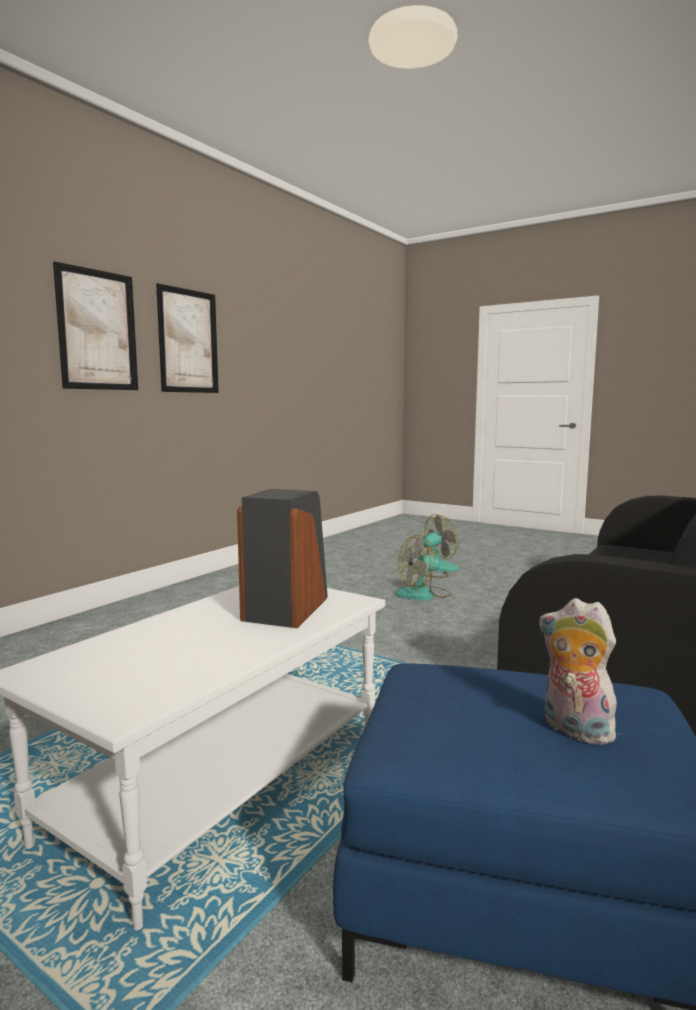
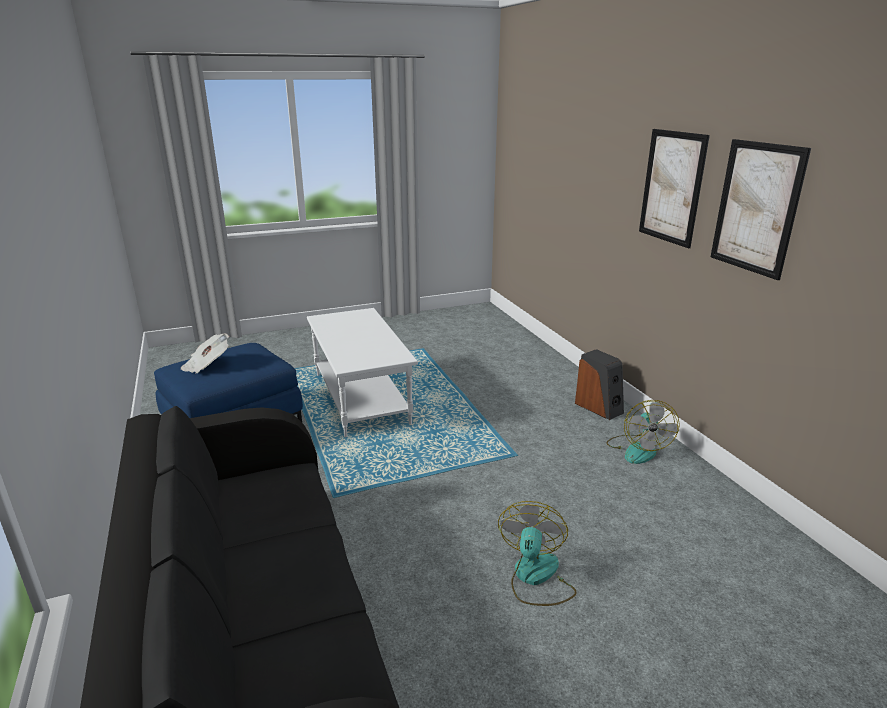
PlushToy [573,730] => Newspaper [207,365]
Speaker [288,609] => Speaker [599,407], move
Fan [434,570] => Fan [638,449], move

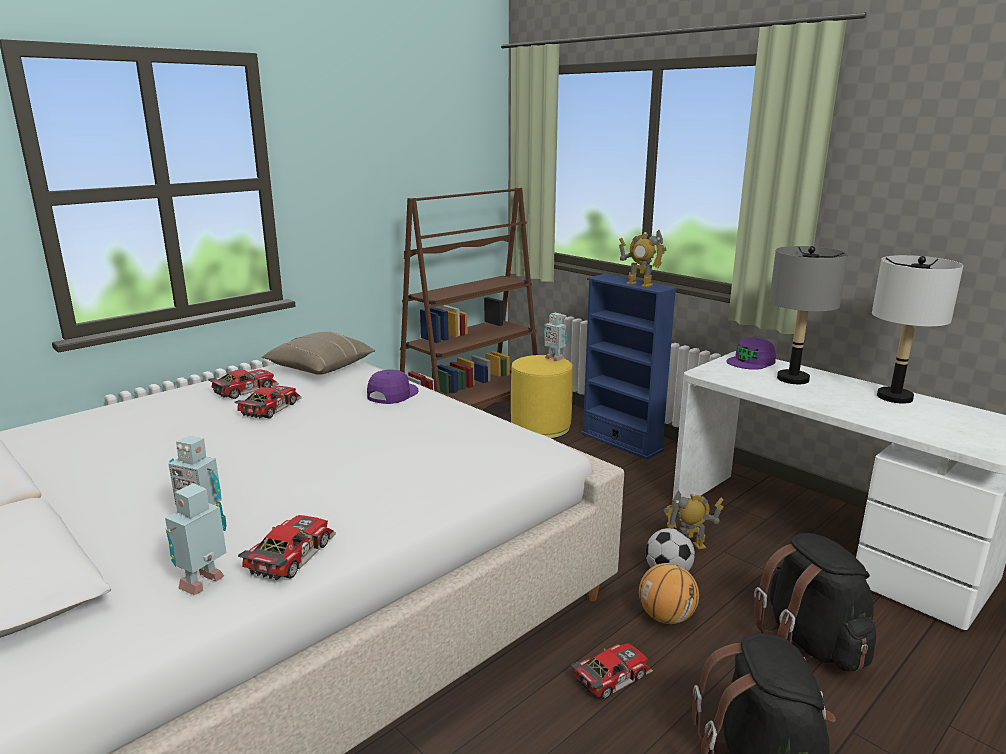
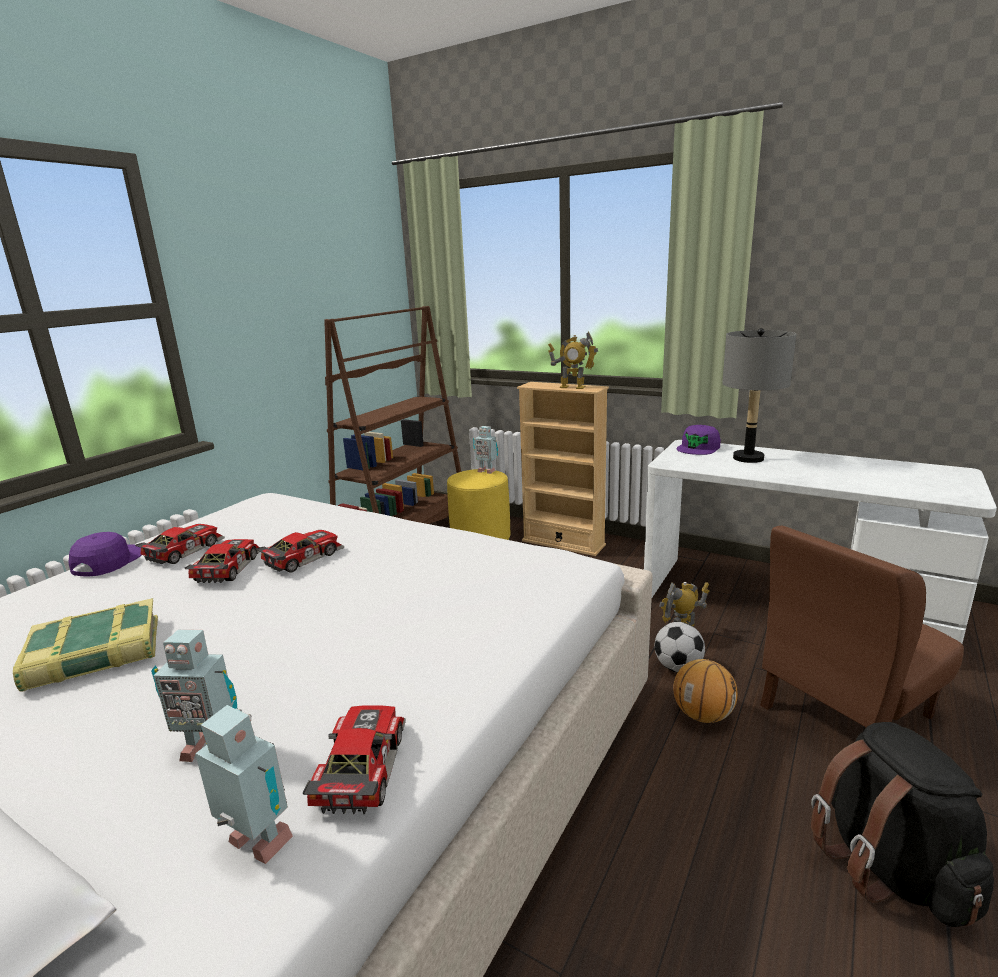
nothing => Book [95,654]
PurpleCap [392,394] => PurpleCap [107,561], move
ToyRobot [205,583] => ToyRobot [258,846], 105 degrees clockwise
ToyCar [610,675] => ToyCar [302,557], move
BlueBookcase [621,442] => BeigeBookcase [563,543]
BlackBackpack [810,643] => BrownChair [843,710]
BeigePillow [320,368] => nothing
GreyTableLamp [894,397] => nothing

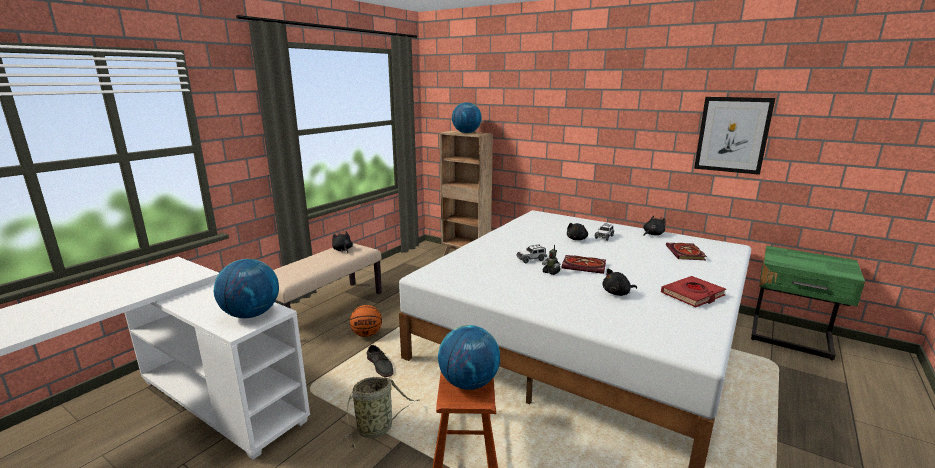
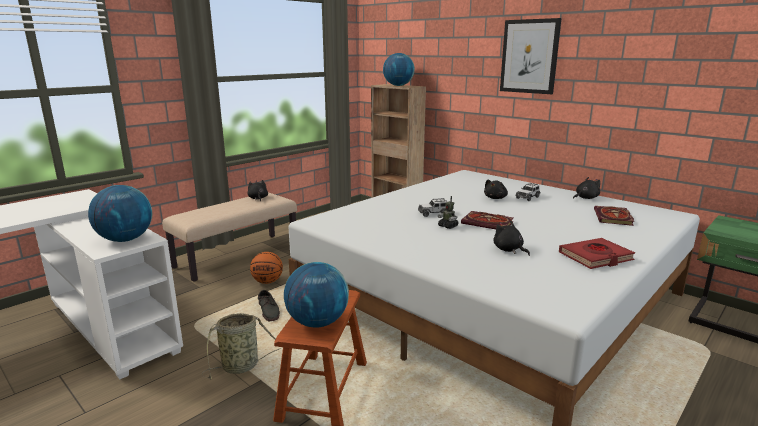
BlackPlushToy [617,293] => BlackPlushToy [509,250], 60 degrees clockwise
Picture [732,135] => Picture [529,56], move

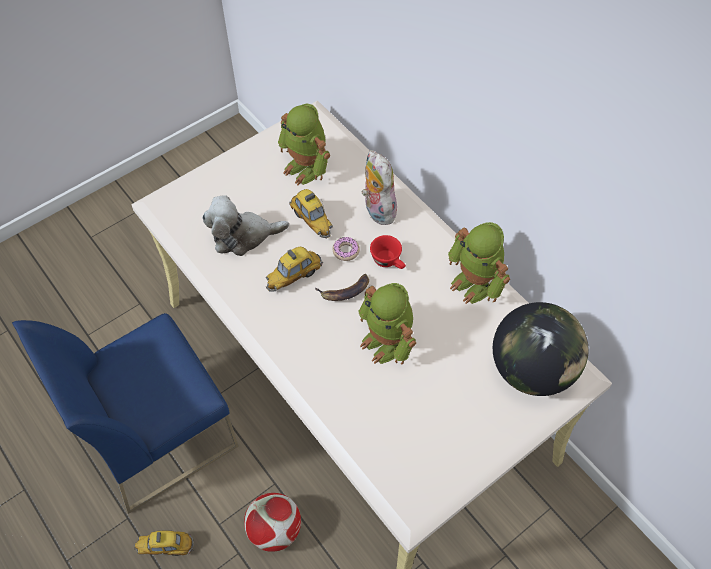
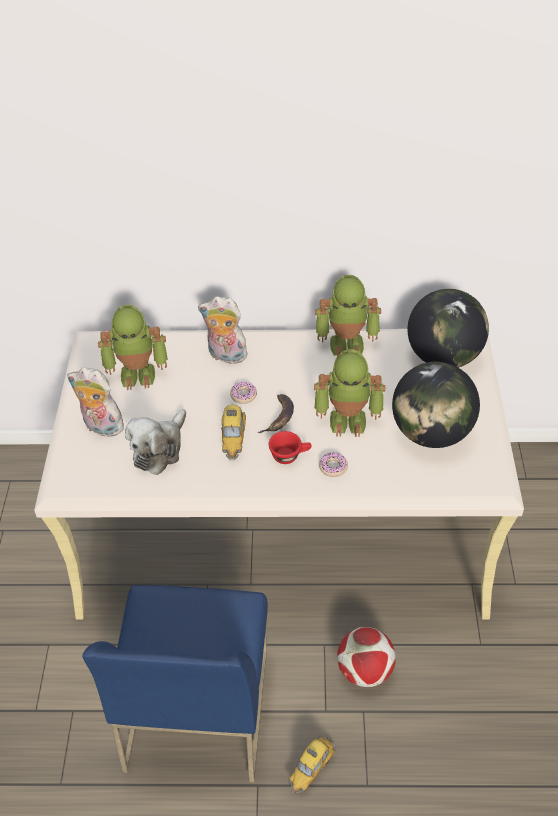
nothing => PlushToy [101,427]
RedCup [389,261] => RedCup [290,455], move
nothing => Donut [333,467]
nothing => Globe [431,432]
ToyCar [311,220] => nothing

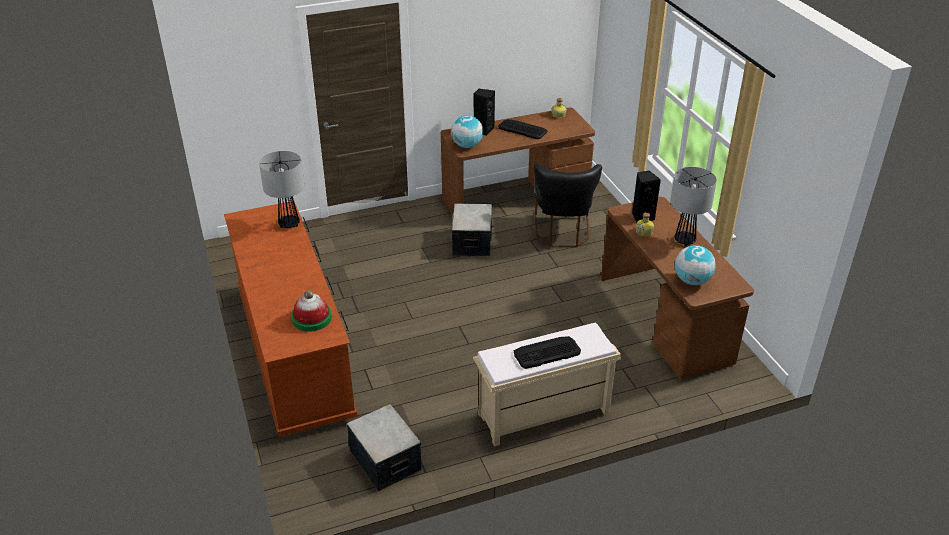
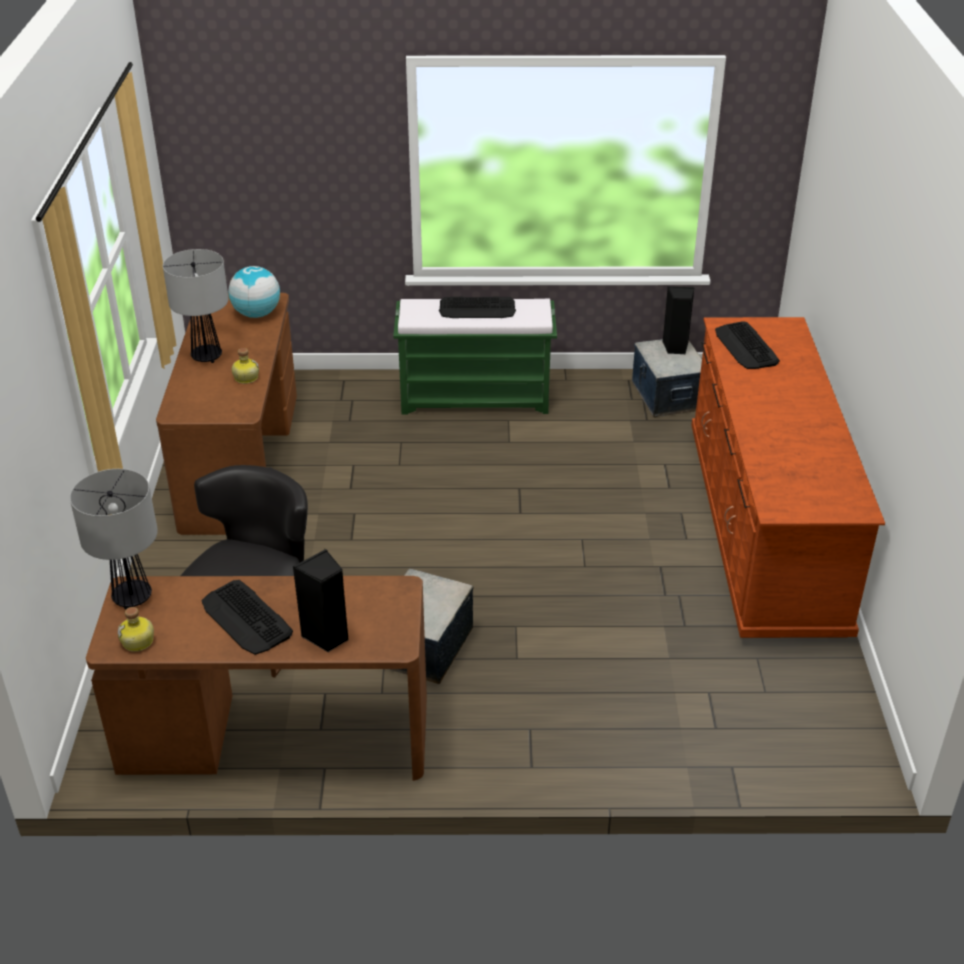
TableLamp [289,224] => TableLamp [133,597], move
BeigeBench [542,415] => GreenBench [476,398]
BlackSpeaker [642,217] => BlackSpeaker [675,347], move
Hat [311,318] => Keyboard [746,347]
Globe [467,145] => nothing

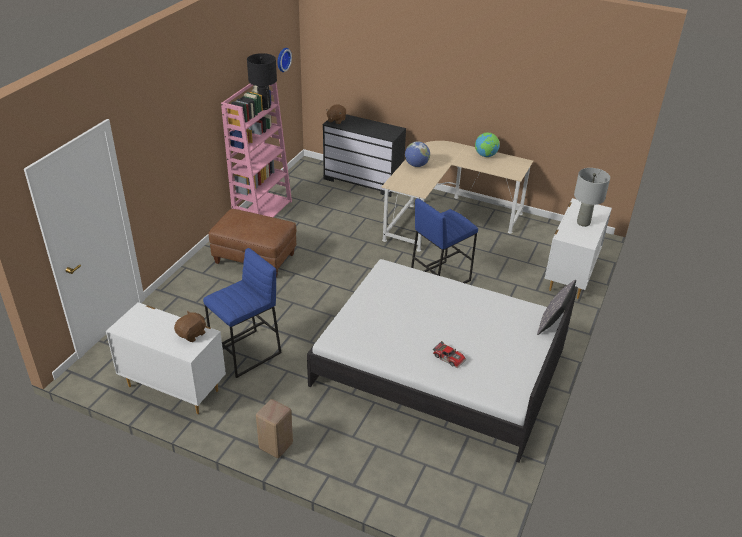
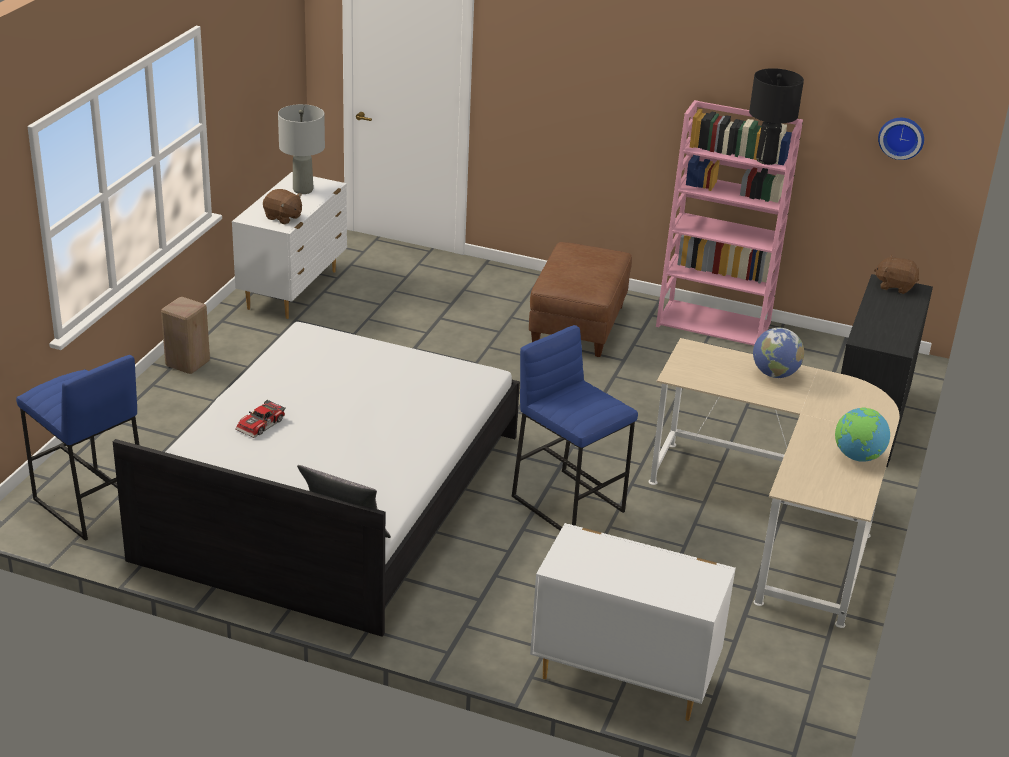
BlueStool [246,354] => BlueStool [89,504], move
GreyTableLamp [583,223] => GreyTableLamp [303,190], move

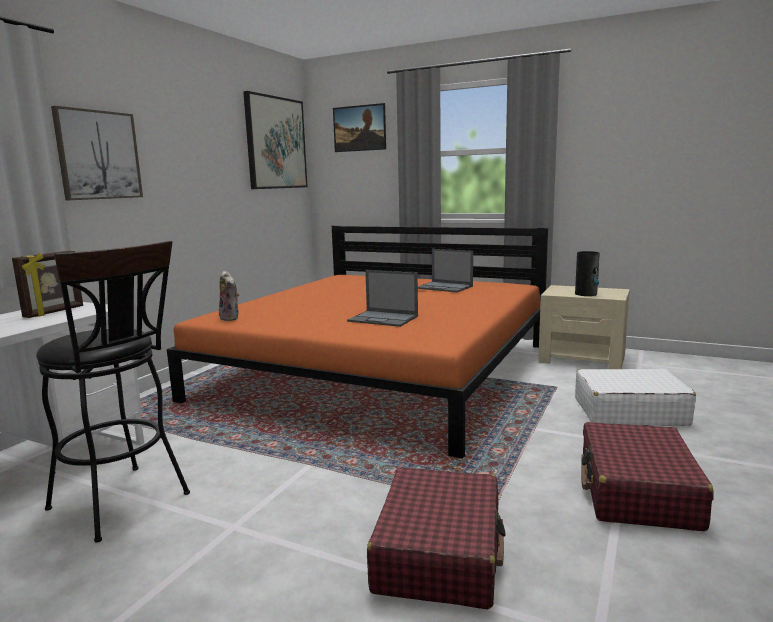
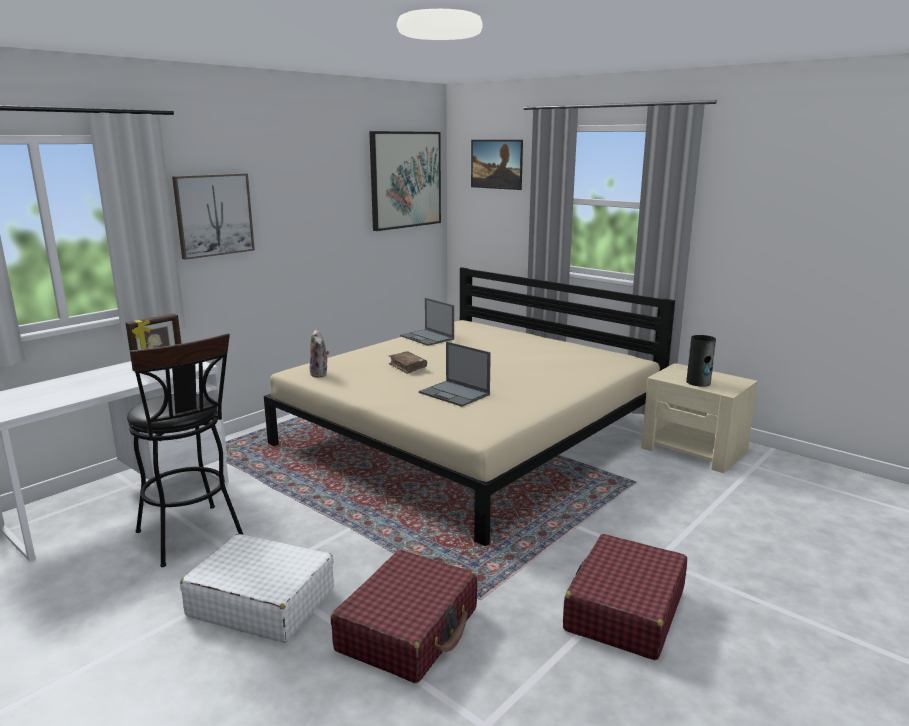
WhiteSuitcase [629,411] => WhiteSuitcase [261,602], move
OrangeBed [381,371] => BeigeBed [471,436]
nothing => BrownBook [407,367]
Laptop [445,287] => Laptop [427,338], move

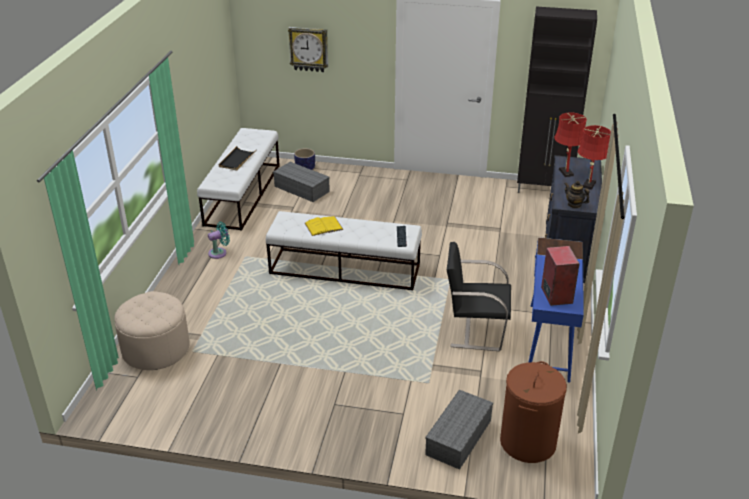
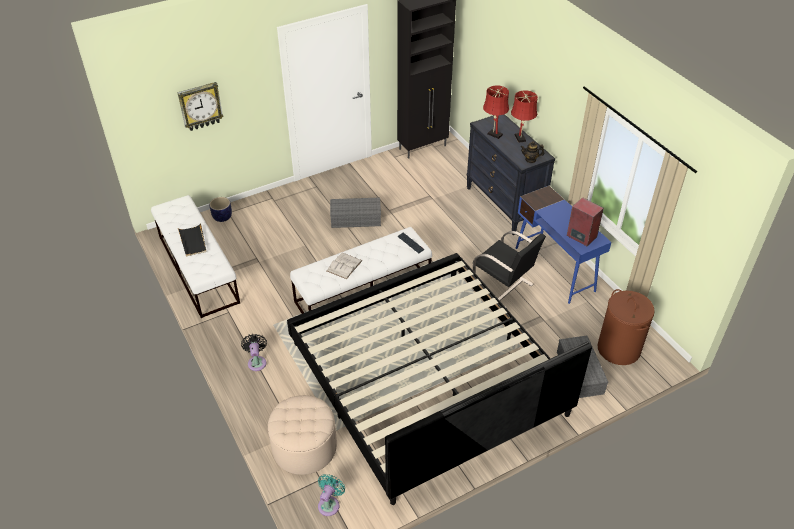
nothing => BlackFan [257,362]
nothing => Bed [426,379]
TurquoiseFan [219,253] => TurquoiseFan [330,504], move
YellowBook [323,226] => WhiteBook [344,266]
GreyStorageBox [302,189] => GreyStorageBox [356,218], move
BlackChair [475,330] => BlackChair [503,288], 105 degrees counterclockwise

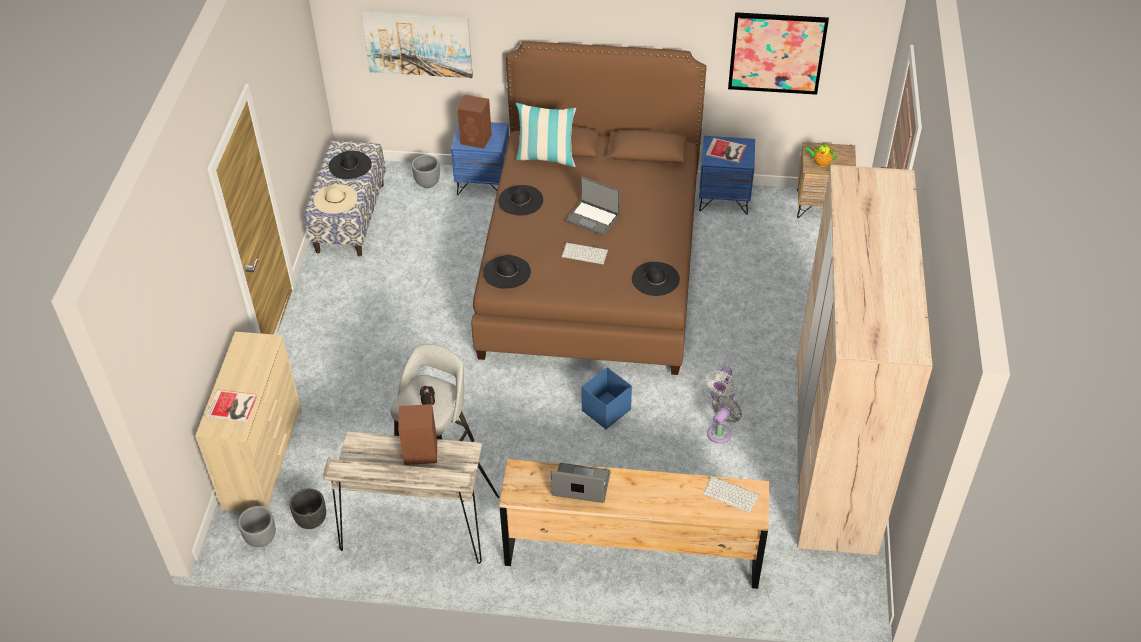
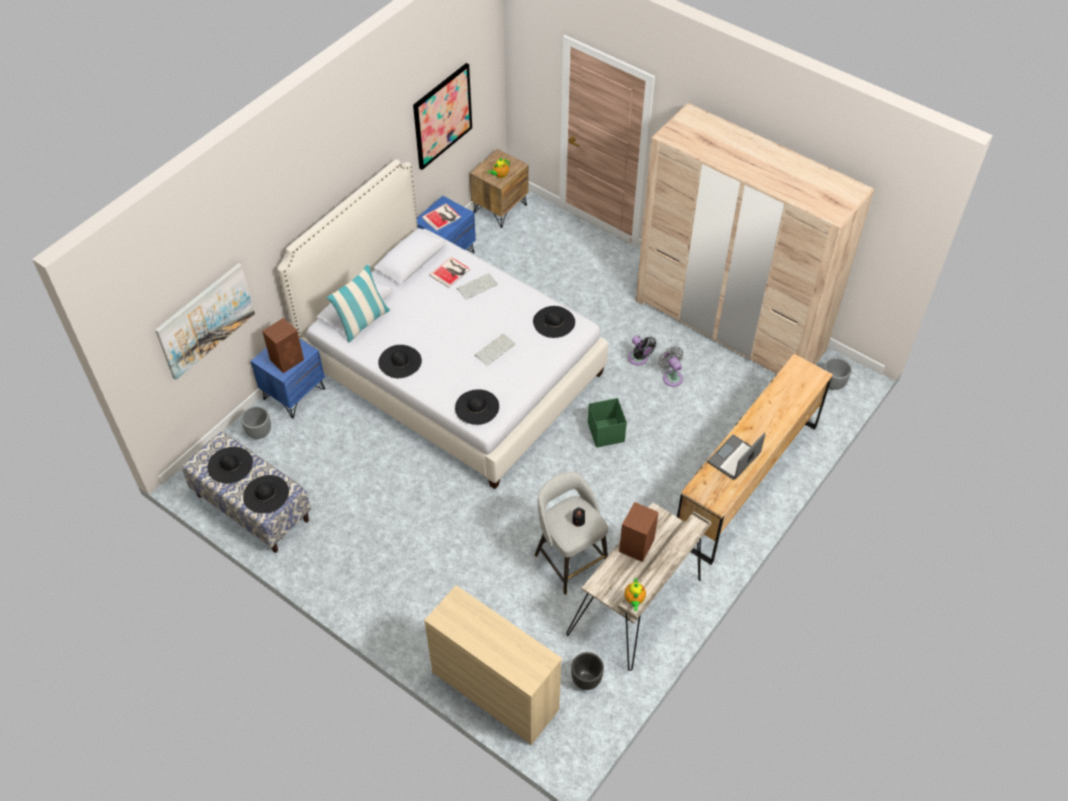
BeigeHat [335,199] => BlackHat [266,494]
BrownBed [591,266] => WhiteBed [451,370]
Book [233,407] => Book [451,272], move
Keyboard [732,494] => Keyboard [477,286], move
BlueStorageBox [605,410] => GreenStorageBox [605,433]
nothing => Teapot [634,600]
WhiteFan [721,395] => BlackFan [639,359]
GreyPlanter [261,539] => GreyPlanter [833,384], move
Laptop [593,218] => nothing

